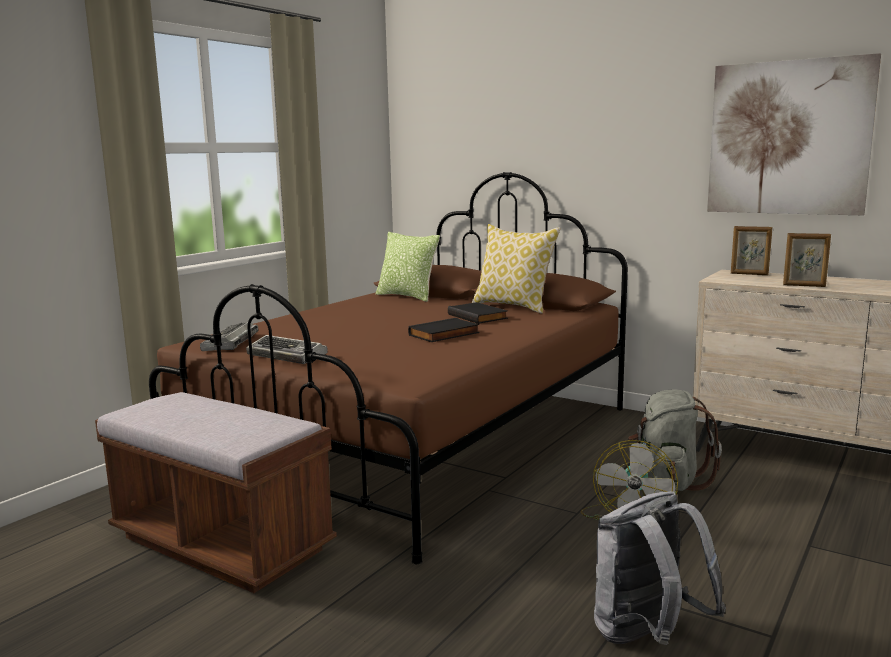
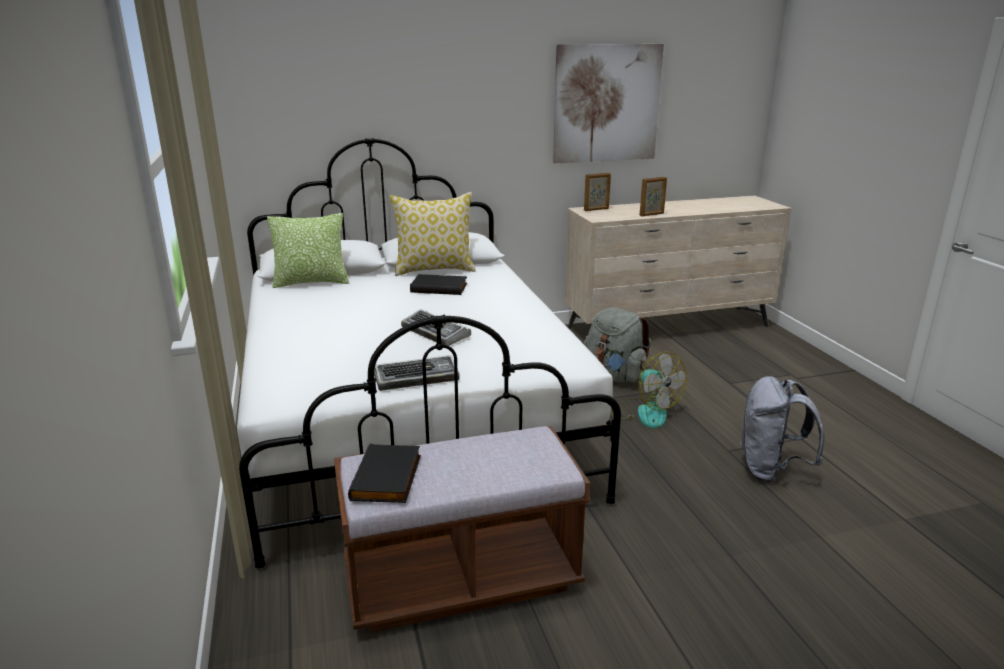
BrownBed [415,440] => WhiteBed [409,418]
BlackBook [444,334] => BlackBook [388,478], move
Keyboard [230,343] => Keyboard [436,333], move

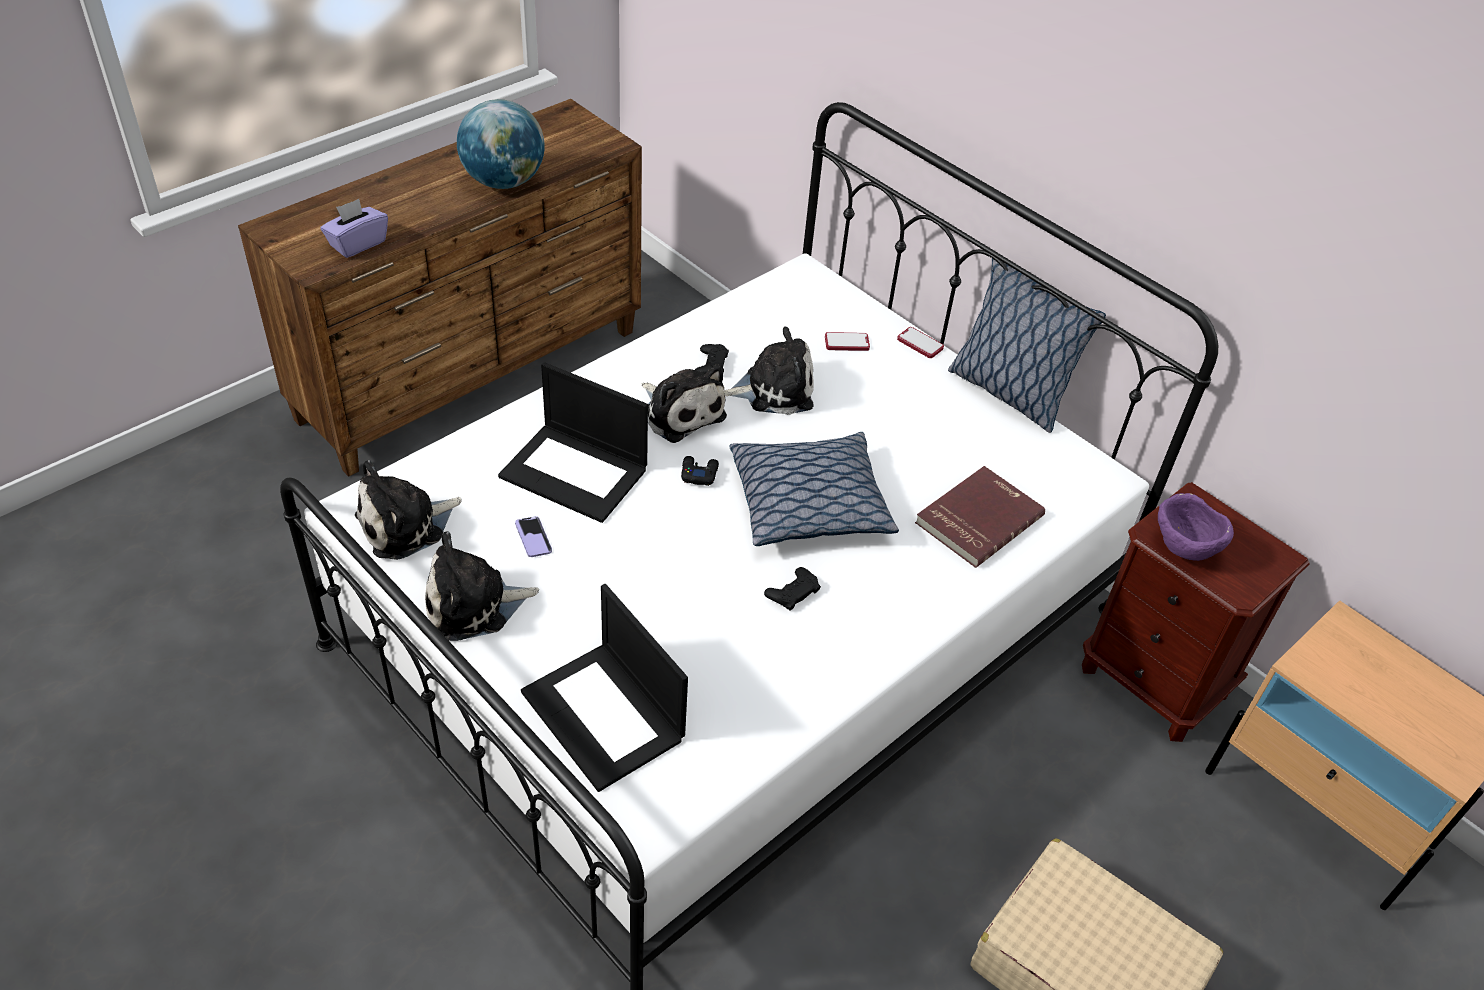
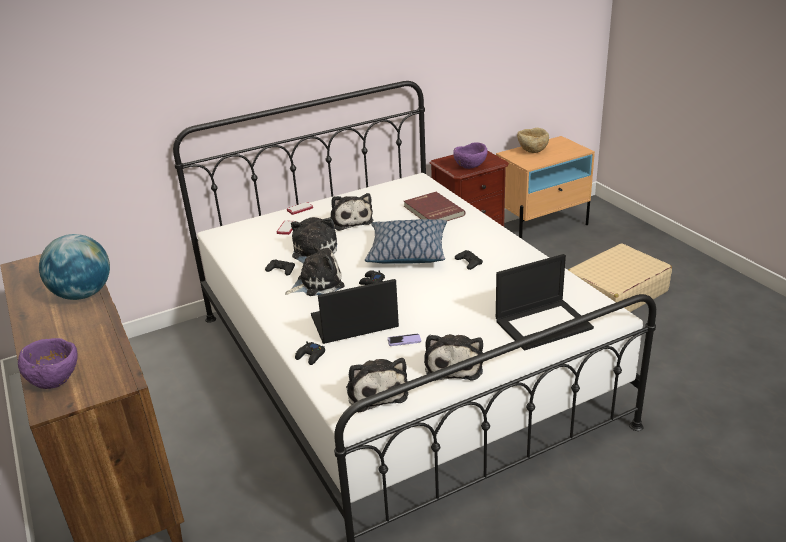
nothing => PurpleBowl [56,380]
nothing => BlackGameController [310,356]
Laptop [576,472] => Laptop [353,322], 150 degrees counterclockwise
nothing => PlushToy [350,220]
nothing => BeigeBowl [532,151]
PurpleTissueBox [357,243] => nothing
Pillow [1007,392] => nothing

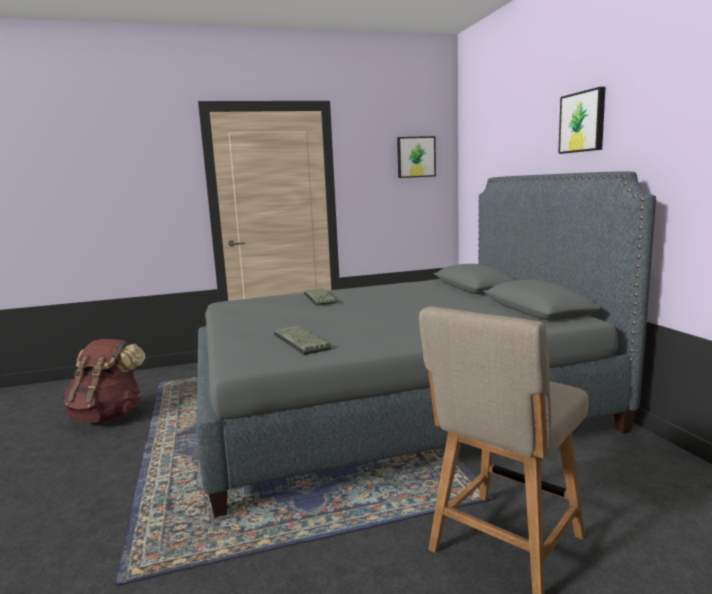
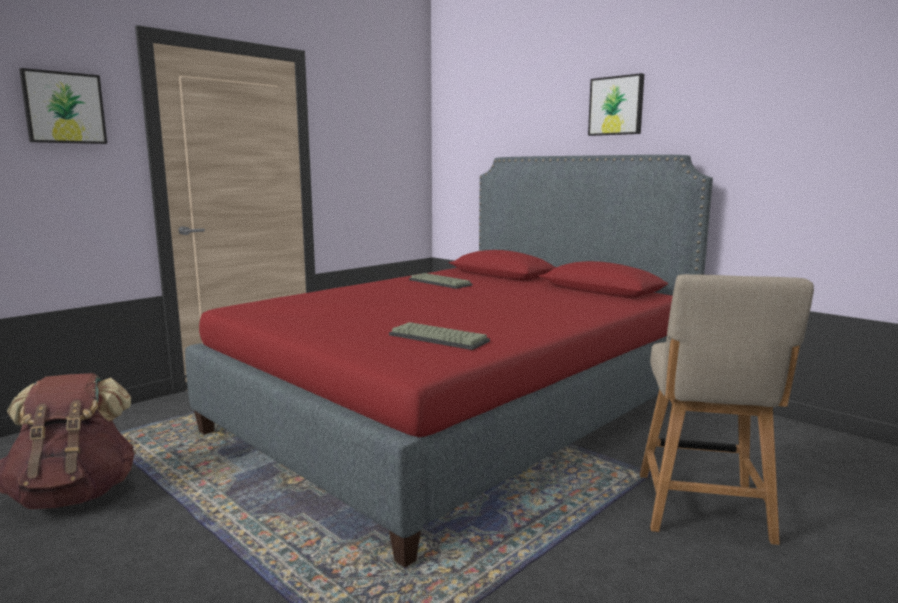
Picture [415,157] => Picture [64,108], move
GreyBed [393,407] => RedBed [460,413]
Keyboard [321,298] => Keyboard [441,282], move

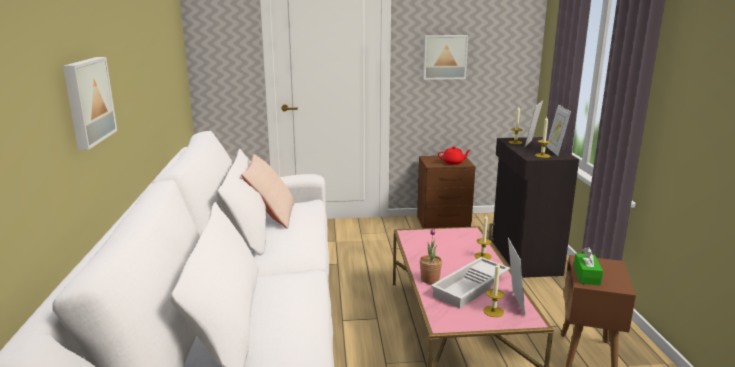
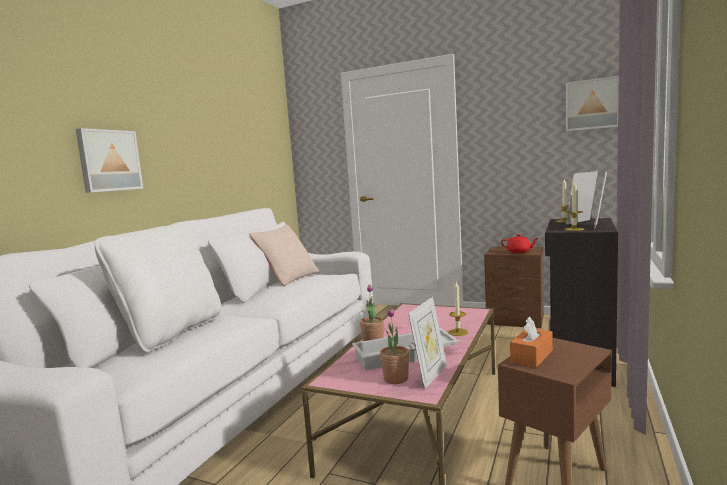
nothing => WhitePillow [171,332]
Candle [493,311] => PottedPlant [396,379]
GreenTissueBox [586,275] => OrangeTissueBox [531,356]
Picture [444,57] => Picture [592,104], move

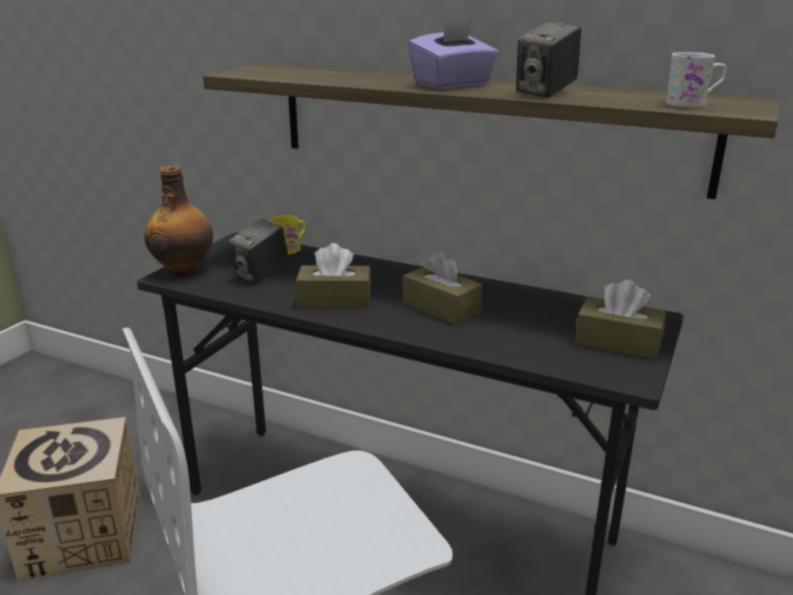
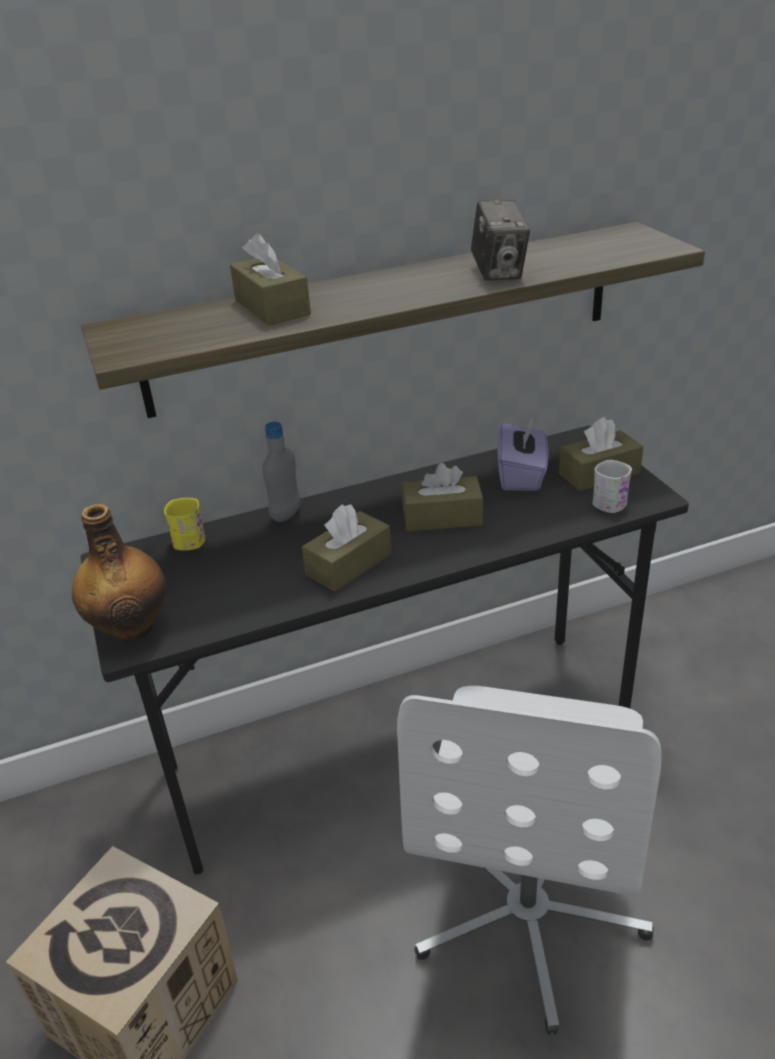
nothing => BrownTissueBox [272,307]
nothing => GreyBottle [286,514]
PurpleTissueBox [453,84] => PurpleTissueBox [521,475], move
WhiteMug [692,104] => WhiteMug [613,501], move
PhotoCamera [261,275] => nothing

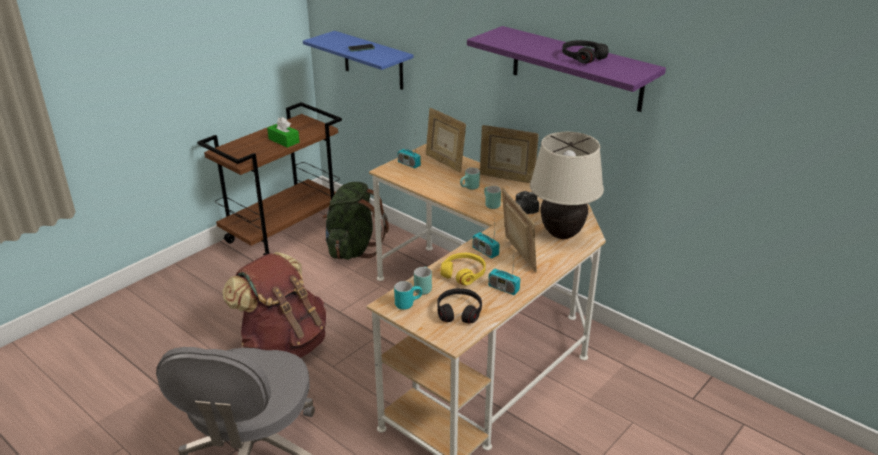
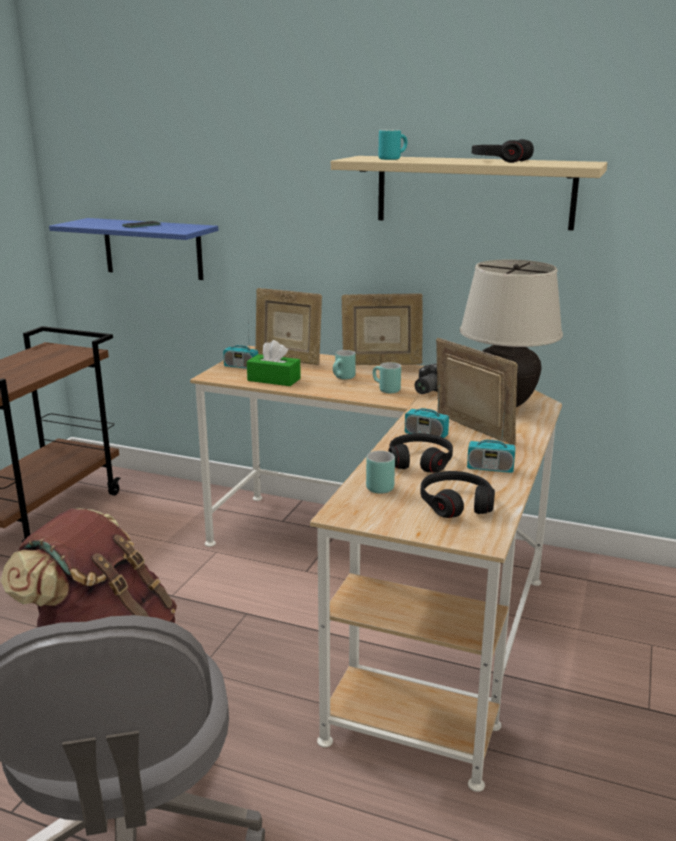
GreenTissueBox [284,141] => GreenTissueBox [274,379], move
PurpleShelf [576,68] => BeigeShelf [474,192]
TurquoiseMug [407,303] => TurquoiseMug [392,159], move
YellowHeadphones [463,273] => BlackHeadphones [420,461]
GreenBackpack [353,249] => nothing

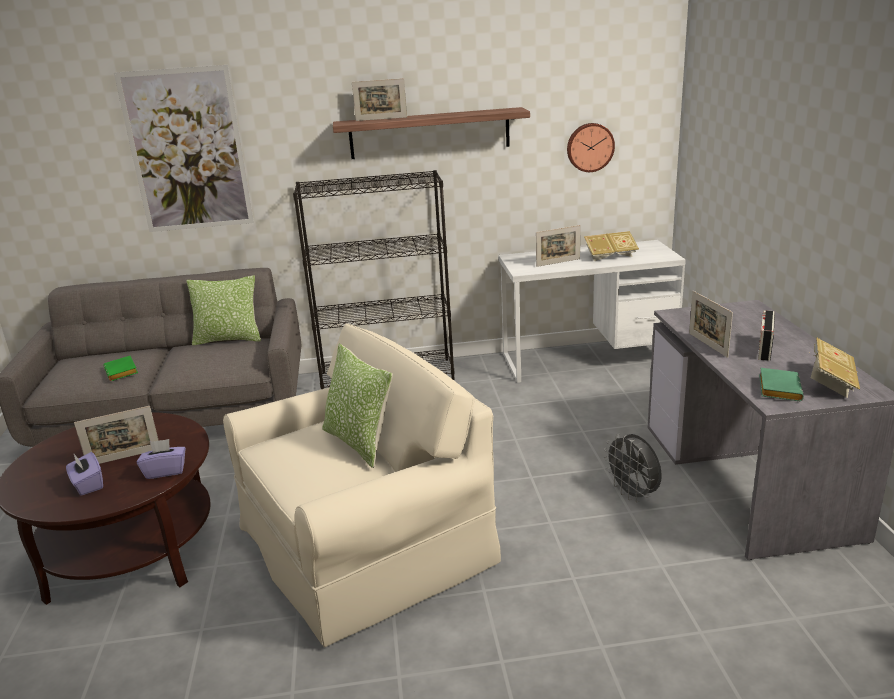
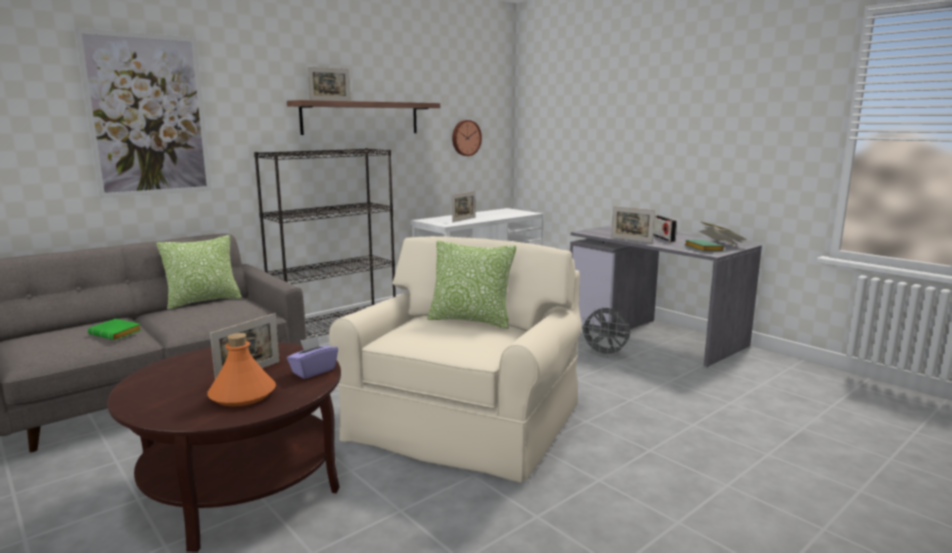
PurpleTissueBox [88,485] => OrangeBottle [243,395]
Book [610,256] => nothing

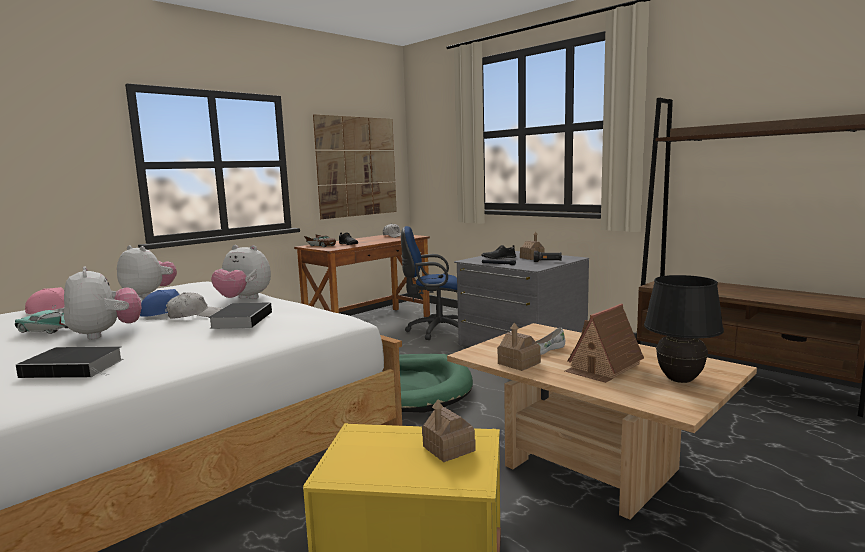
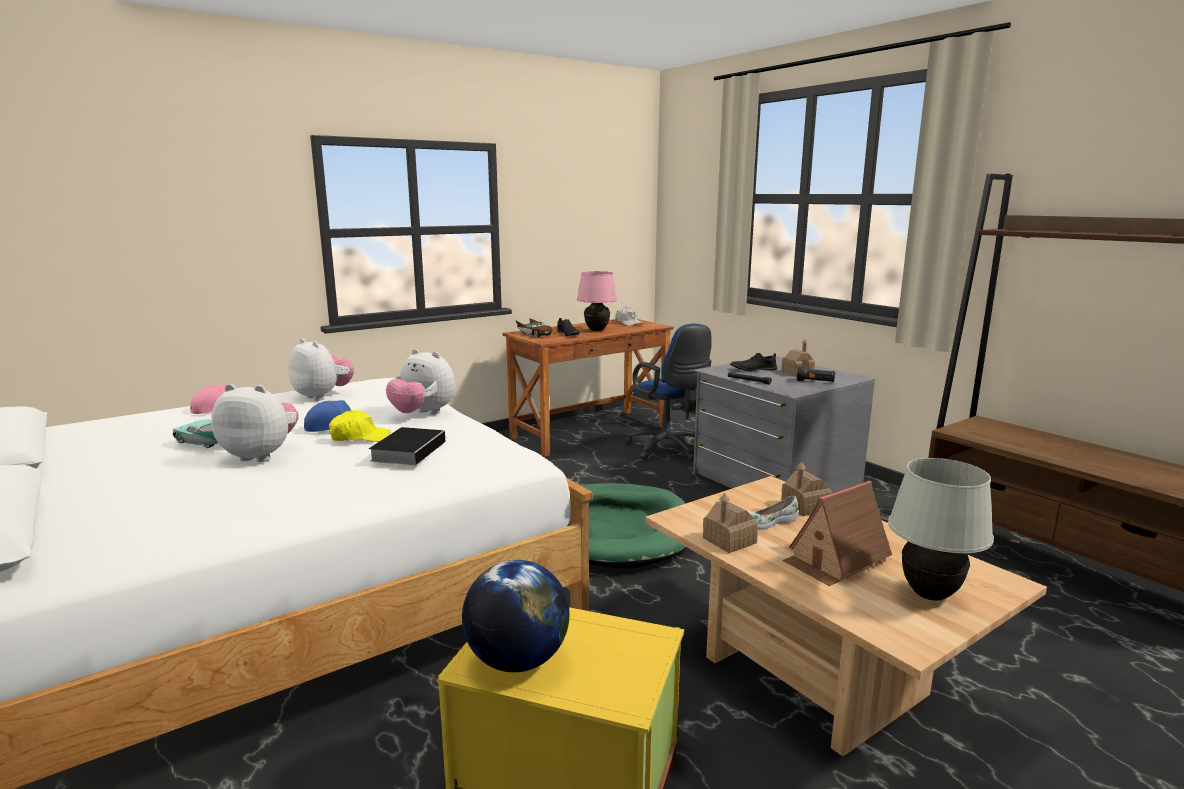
PlushToy [105,334] => PlushToy [261,455], 60 degrees counterclockwise
WhiteCap [194,315] => YellowCap [360,437]
nothing => Globe [517,661]
nothing => PinkTableLamp [596,330]
BlueOfficeChair [435,331] => BlueOfficeChair [668,450], 135 degrees counterclockwise
ToyHouse [448,449] => ToyHouse [805,506], move
BlackTableLamp [679,380] => WhiteTableLamp [929,595]
Book [76,368] => nothing
Picture [357,167] => nothing

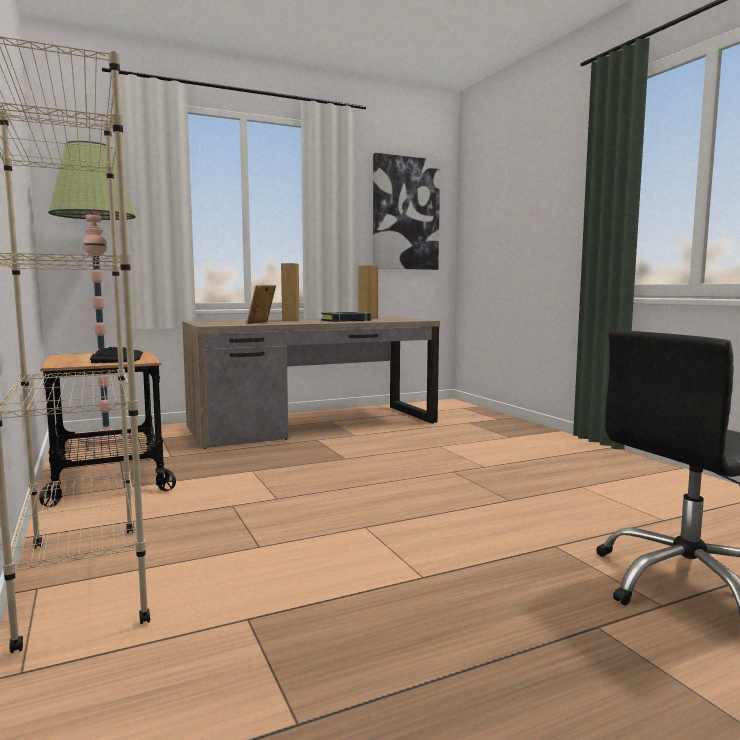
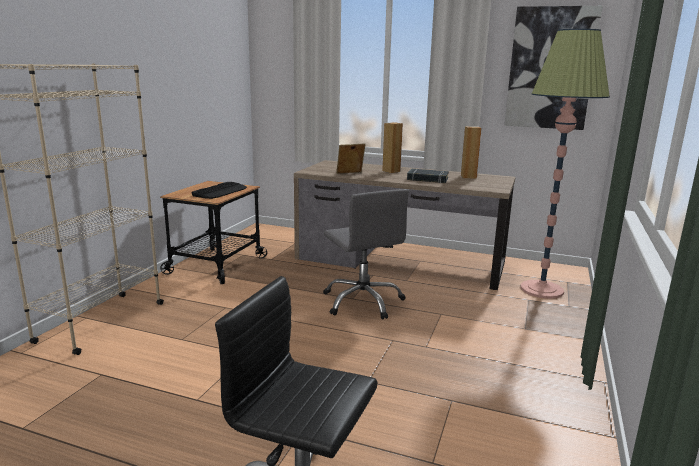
nothing => GreyOfficeChair [363,301]
FloorLamp [106,438] => FloorLamp [541,290], move

